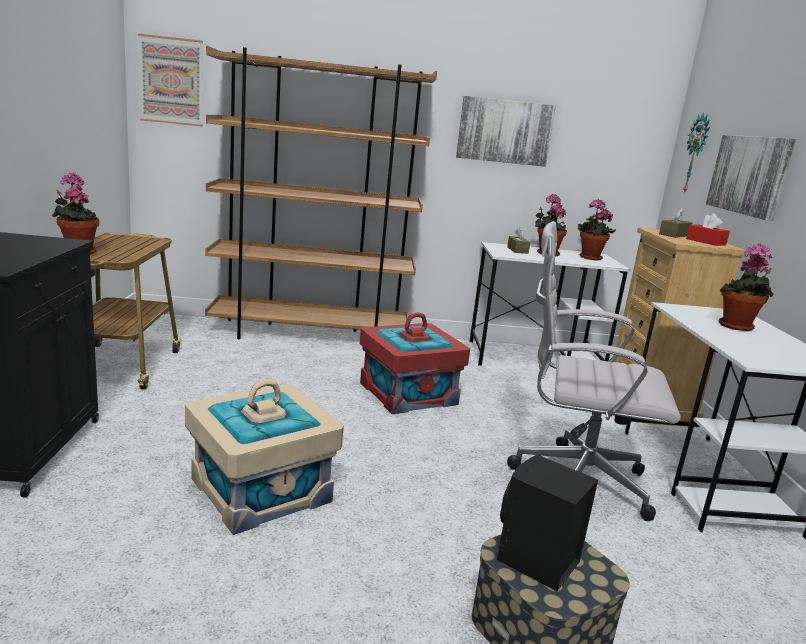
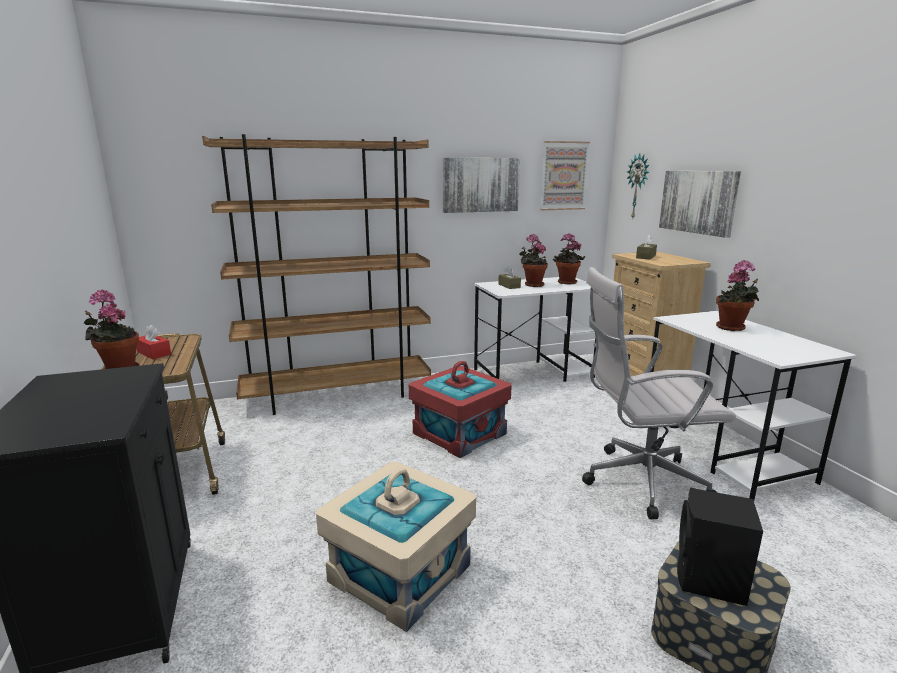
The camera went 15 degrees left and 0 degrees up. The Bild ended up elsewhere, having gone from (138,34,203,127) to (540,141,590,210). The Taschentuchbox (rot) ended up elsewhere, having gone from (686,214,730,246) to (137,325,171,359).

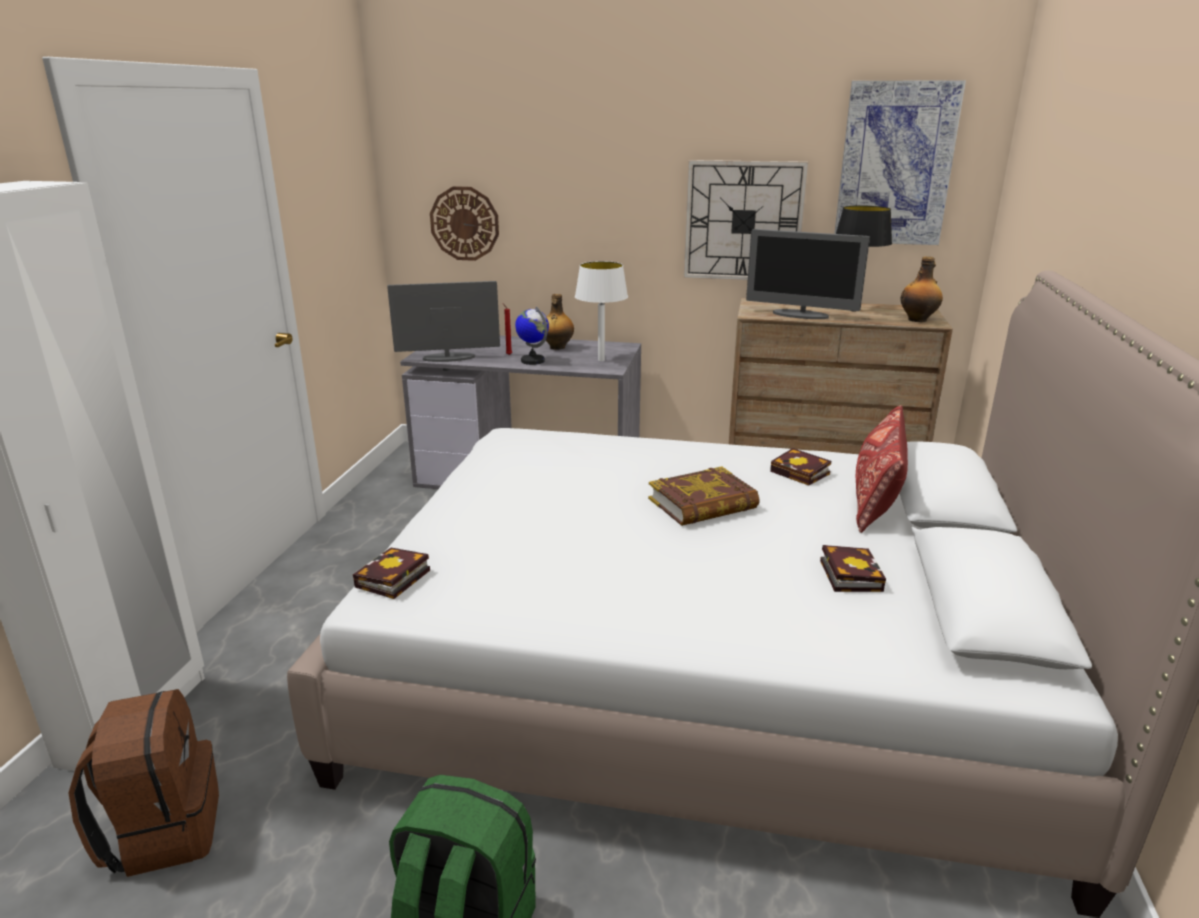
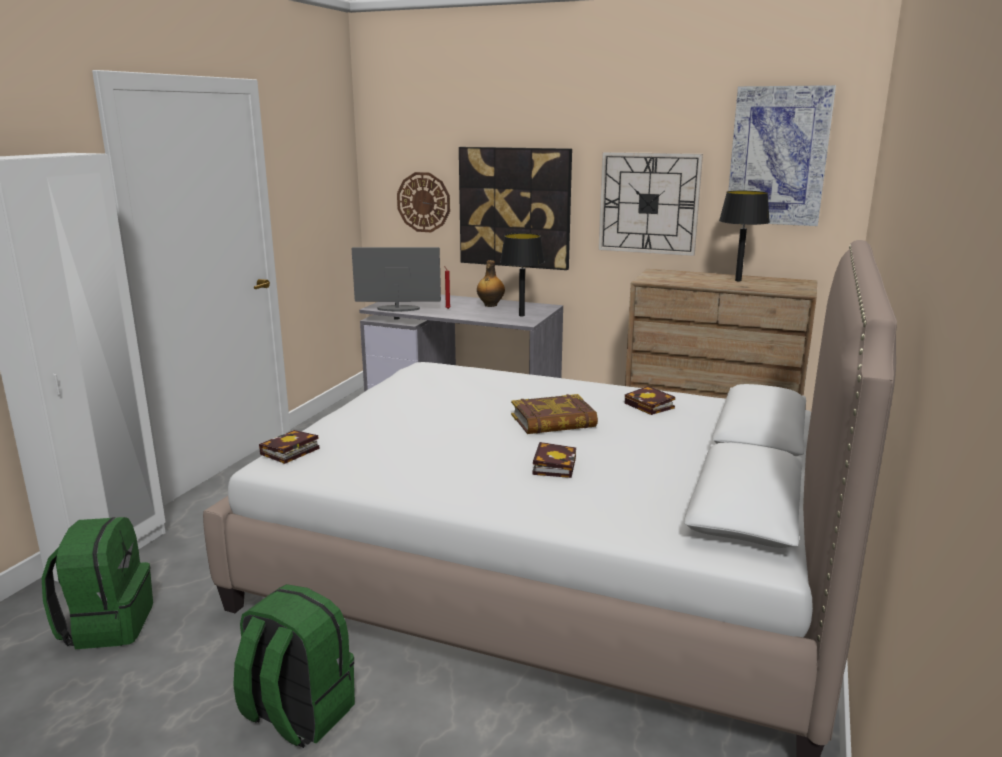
The camera went 10 degrees right and 5 degrees down. The second view lost the Monitor at (746,229,870,319). The second view lost the Flasche at (901,256,943,322). What was the Tischlampe (weiß) at (575,261,628,361) turned into the Tischlampe (schwarz) at (500,233,545,317). The second view lost the Globus at (515,306,549,365). The second view lost the Kissen (rot) at (856,405,908,533). The Buch ended up elsewhere, having gone from (820,545,886,592) to (532,442,576,478). What was the Rucksack (braun) at (69,689,219,877) turned into the Rucksack (grün) at (42,517,153,649). The second view gained the Bild at (459,147,572,270).

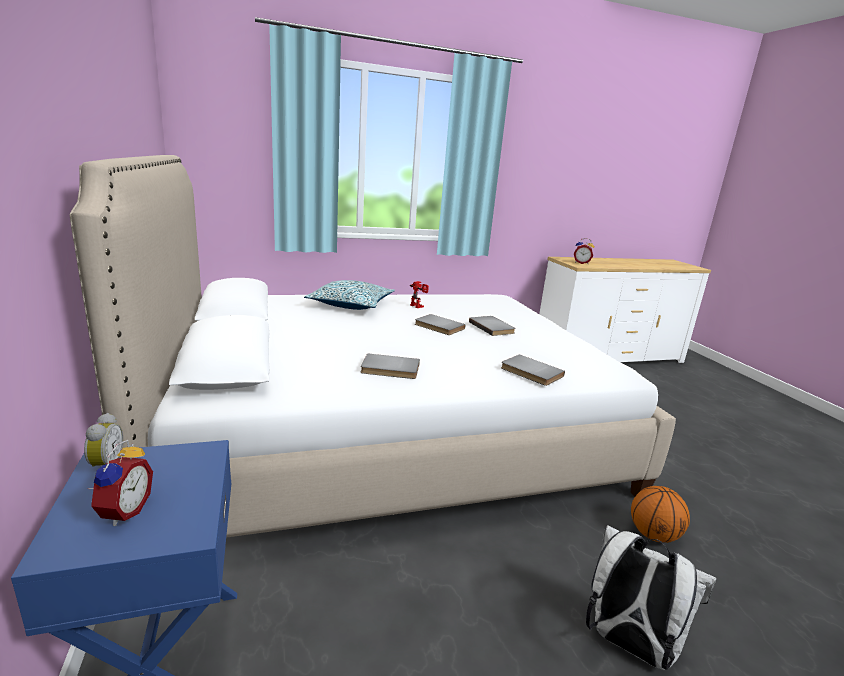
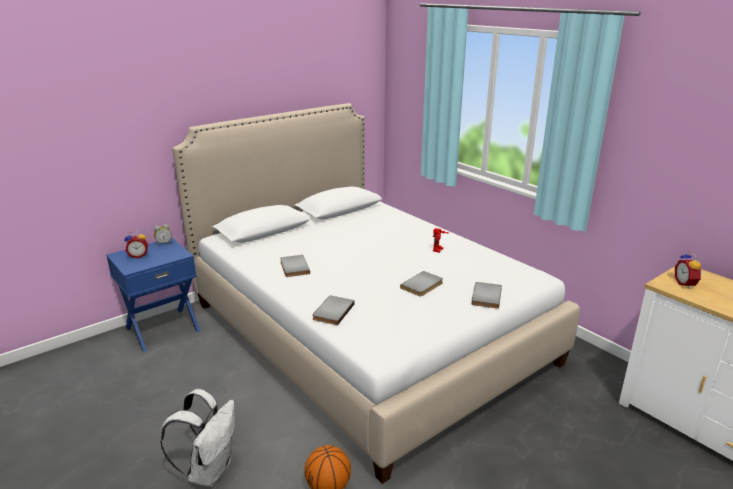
The camera went 70 degrees right and 5 degrees up. The second view lost the Kissen at (304,280,395,310). The Buch (grau) ended up elsewhere, having gone from (415,314,466,335) to (471,282,502,309).

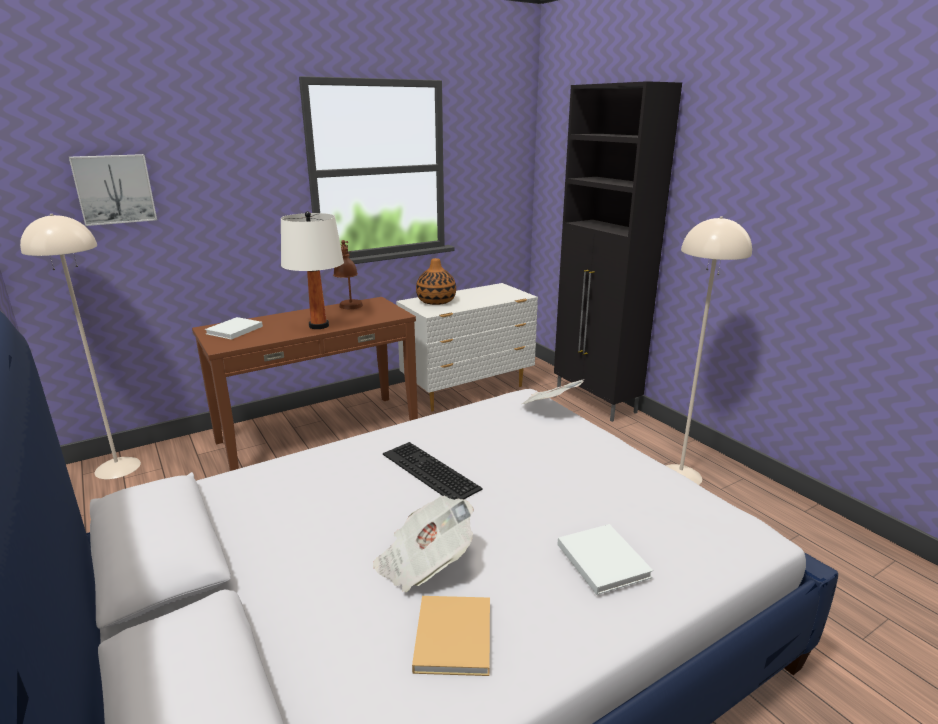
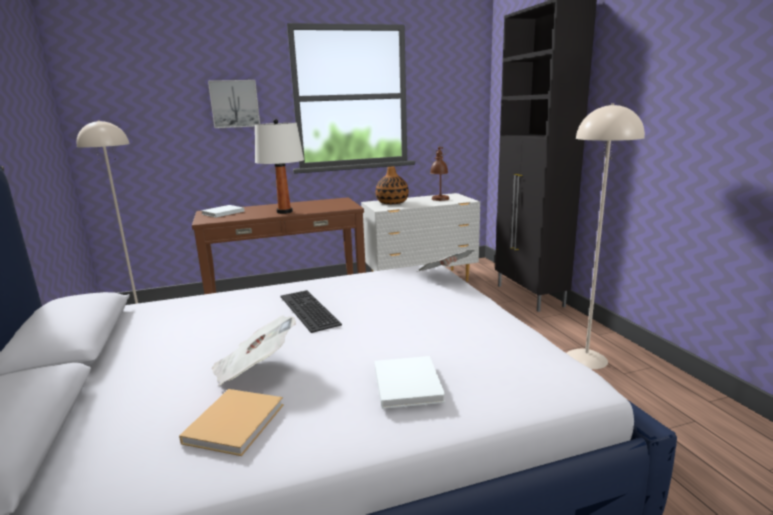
The camera went 15 degrees right and 5 degrees down. The Bild ended up elsewhere, having gone from (69,154,157,226) to (208,80,260,128). The Tischlampe (braun) ended up elsewhere, having gone from (333,240,363,309) to (430,146,449,201).

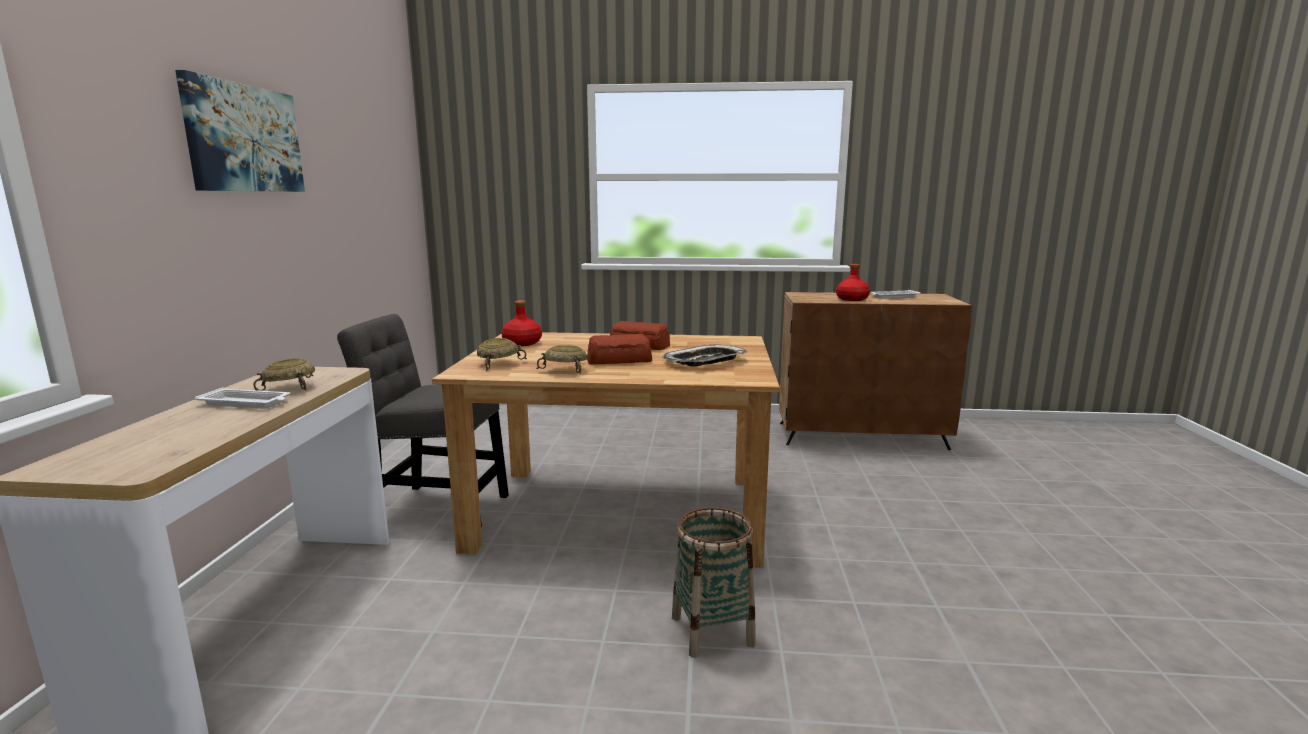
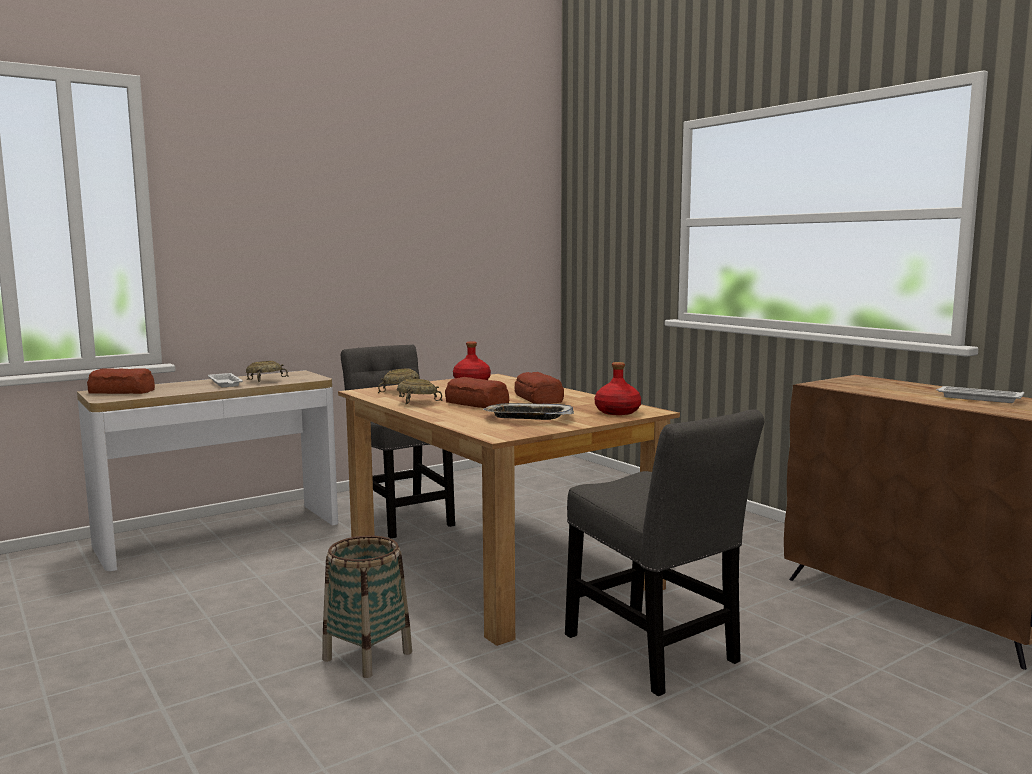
The camera went 50 degrees right and 5 degrees down. The second view lost the Bild at (175,70,305,192). The Flasche (rot) ended up elsewhere, having gone from (836,264,870,301) to (595,362,641,415). The second view gained the Brot at (87,368,155,394). The second view gained the Stuhl (grau) at (565,409,764,696).

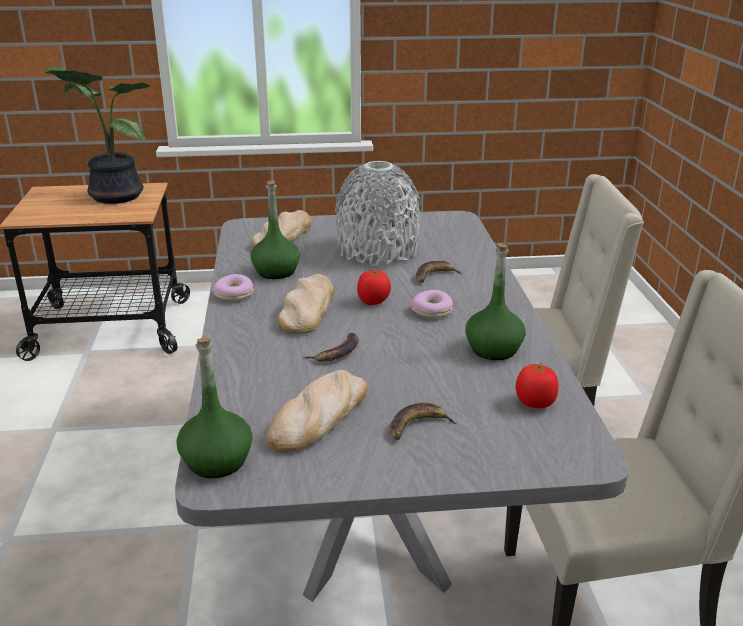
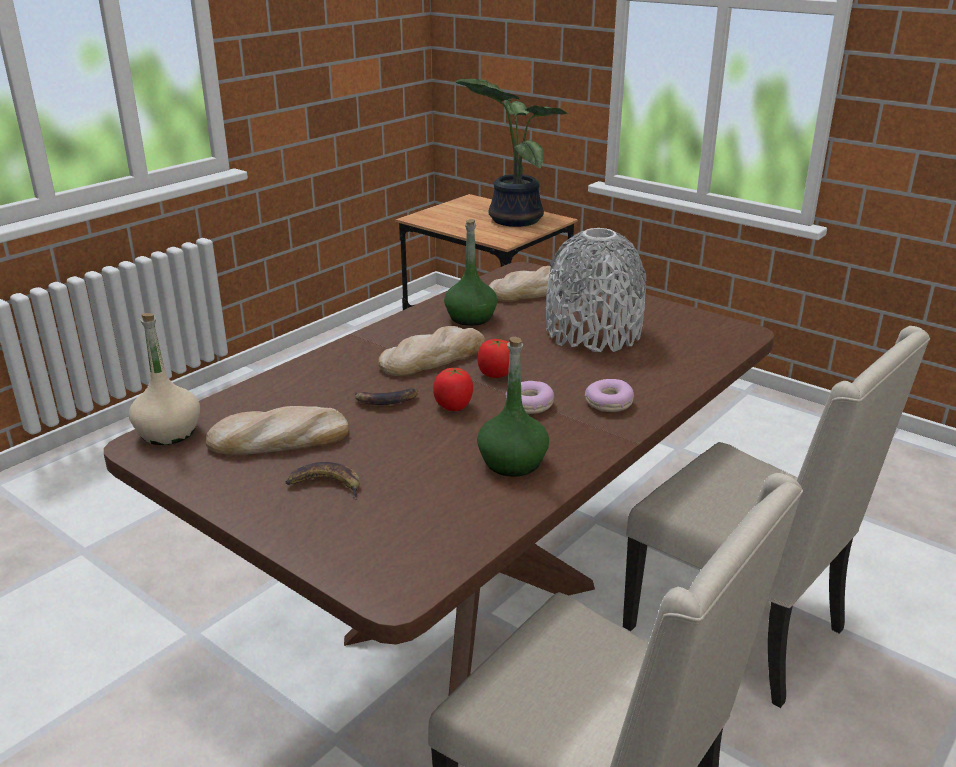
The camera went 45 degrees right and 0 degrees up. What was the Esstisch (grau) at (175,211,629,602) turned into the Esstisch (braun) at (104,262,774,697). The second view lost the Banane at (416,261,462,283). The Donut ended up elsewhere, having gone from (213,274,254,301) to (585,379,634,412). What was the Flasche (grün) at (176,338,252,478) turned into the Flasche (beige) at (129,313,200,445). The Tomate ended up elsewhere, having gone from (516,363,558,408) to (433,367,473,411).

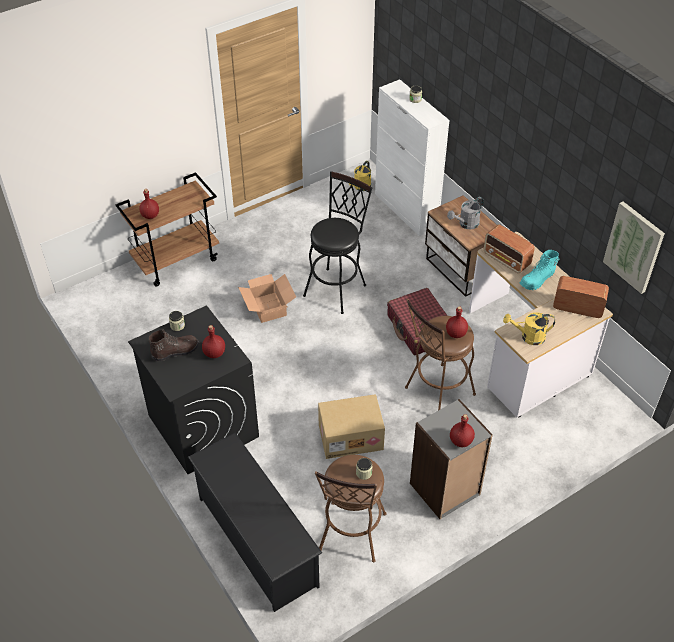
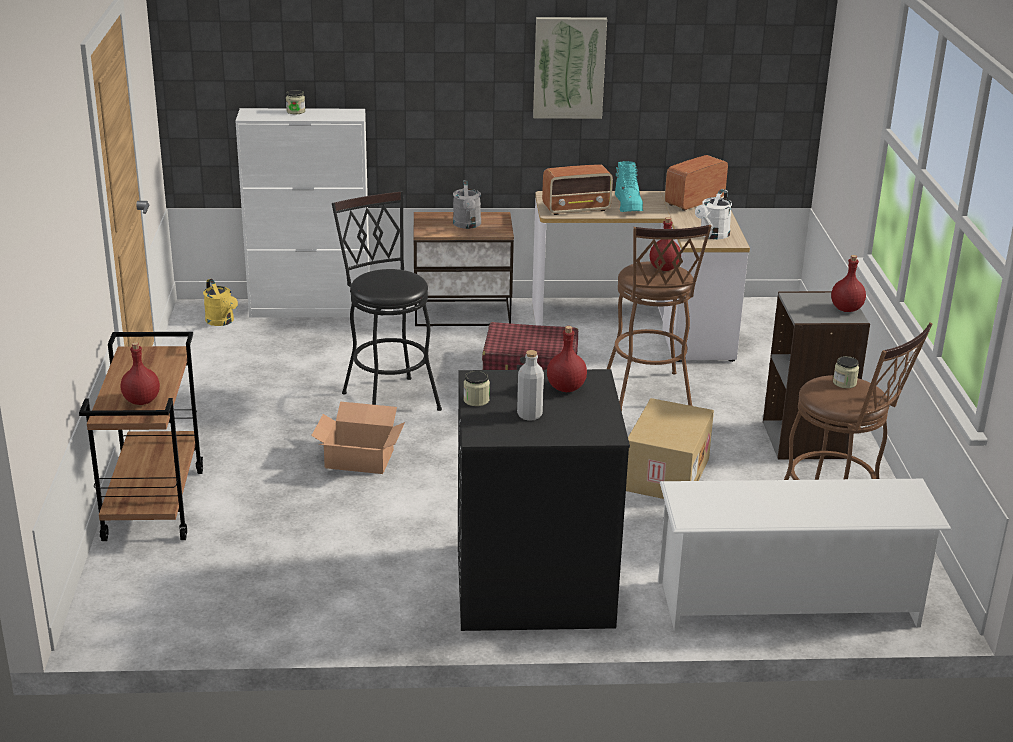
The camera went 60 degrees left and 20 degrees down. The Bild ended up elsewhere, having gone from (603,202,665,294) to (533,17,607,119). What was the Gießkanne (gelb) at (503,312,555,345) turned into the Gießkanne (weiß) at (695,189,732,239). Where the Stiefel (braun) stood at (148,329,199,361), the Flasche (grau) came to stand at (517,350,544,421). What was the Schuhregal (schwarz) at (188,433,322,612) turned into the Schuhregal (weiß) at (658,479,951,631).

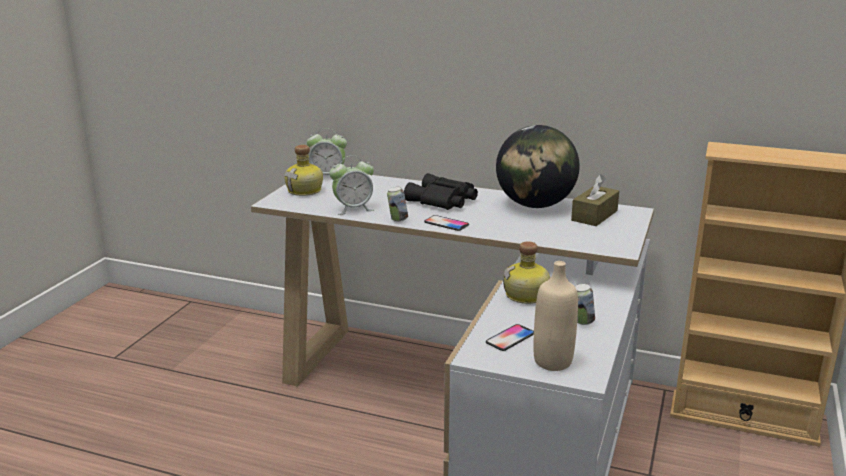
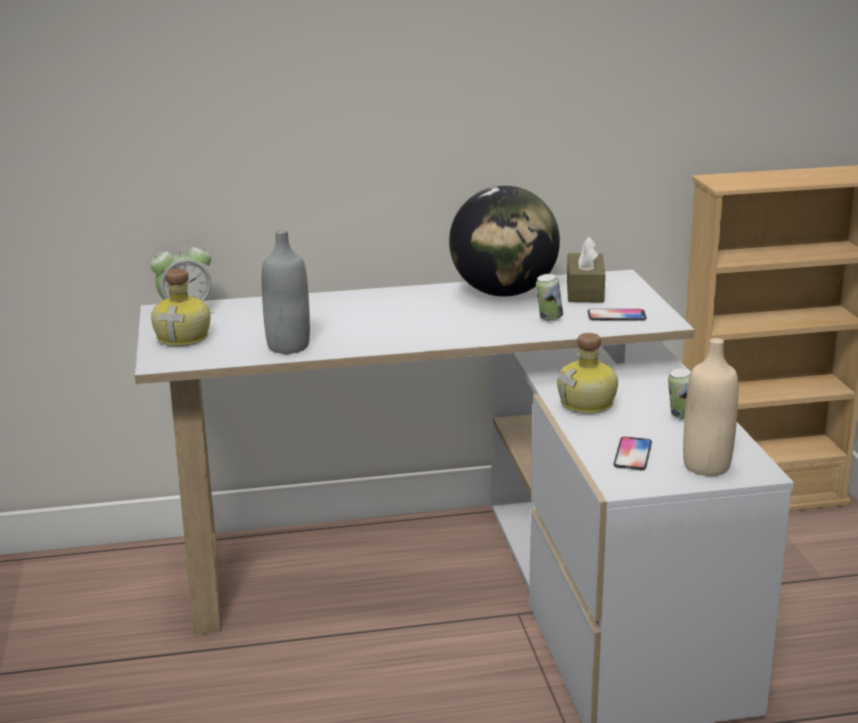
The camera went 30 degrees left and 0 degrees up. Where the Wecker stood at (330,156,374,215), the Flasche (grau) came to stand at (262,230,310,354). The second view lost the Fernglas (schwarz) at (404,173,478,210). The Dose ended up elsewhere, having gone from (387,187,408,222) to (536,274,563,321). The Handy ended up elsewhere, having gone from (424,215,469,231) to (588,309,647,321).

